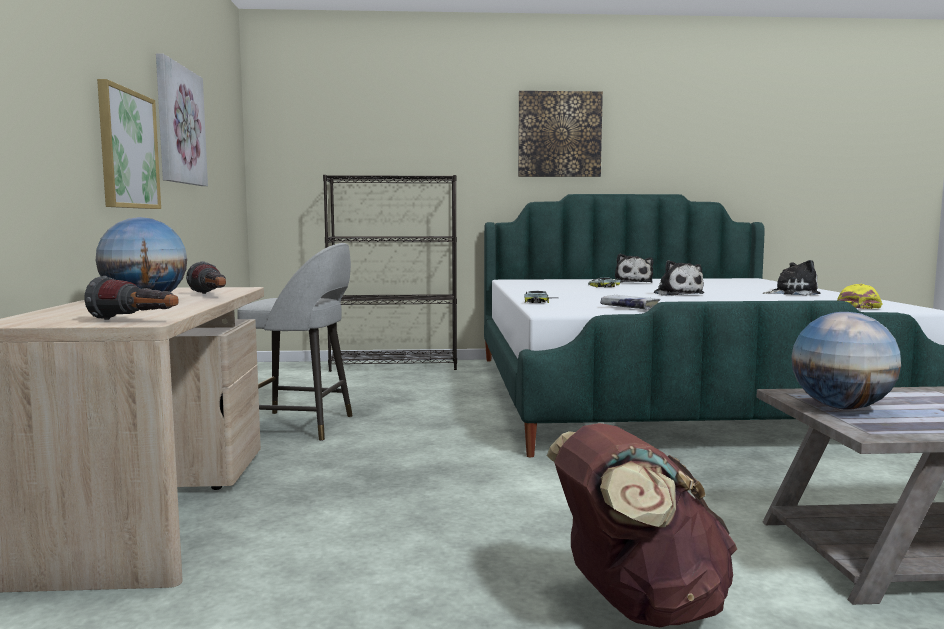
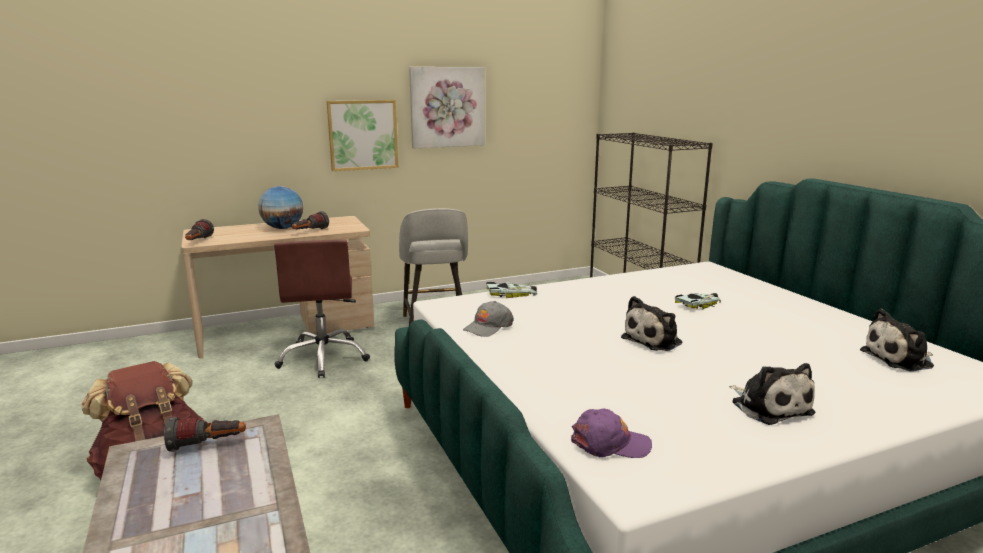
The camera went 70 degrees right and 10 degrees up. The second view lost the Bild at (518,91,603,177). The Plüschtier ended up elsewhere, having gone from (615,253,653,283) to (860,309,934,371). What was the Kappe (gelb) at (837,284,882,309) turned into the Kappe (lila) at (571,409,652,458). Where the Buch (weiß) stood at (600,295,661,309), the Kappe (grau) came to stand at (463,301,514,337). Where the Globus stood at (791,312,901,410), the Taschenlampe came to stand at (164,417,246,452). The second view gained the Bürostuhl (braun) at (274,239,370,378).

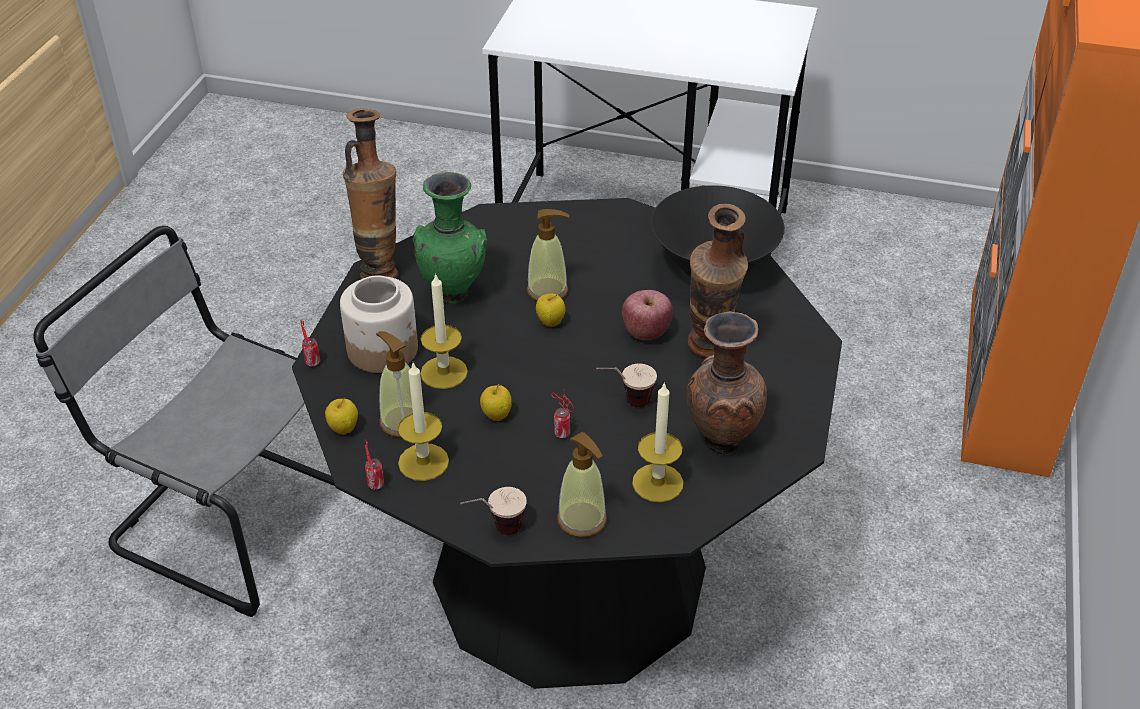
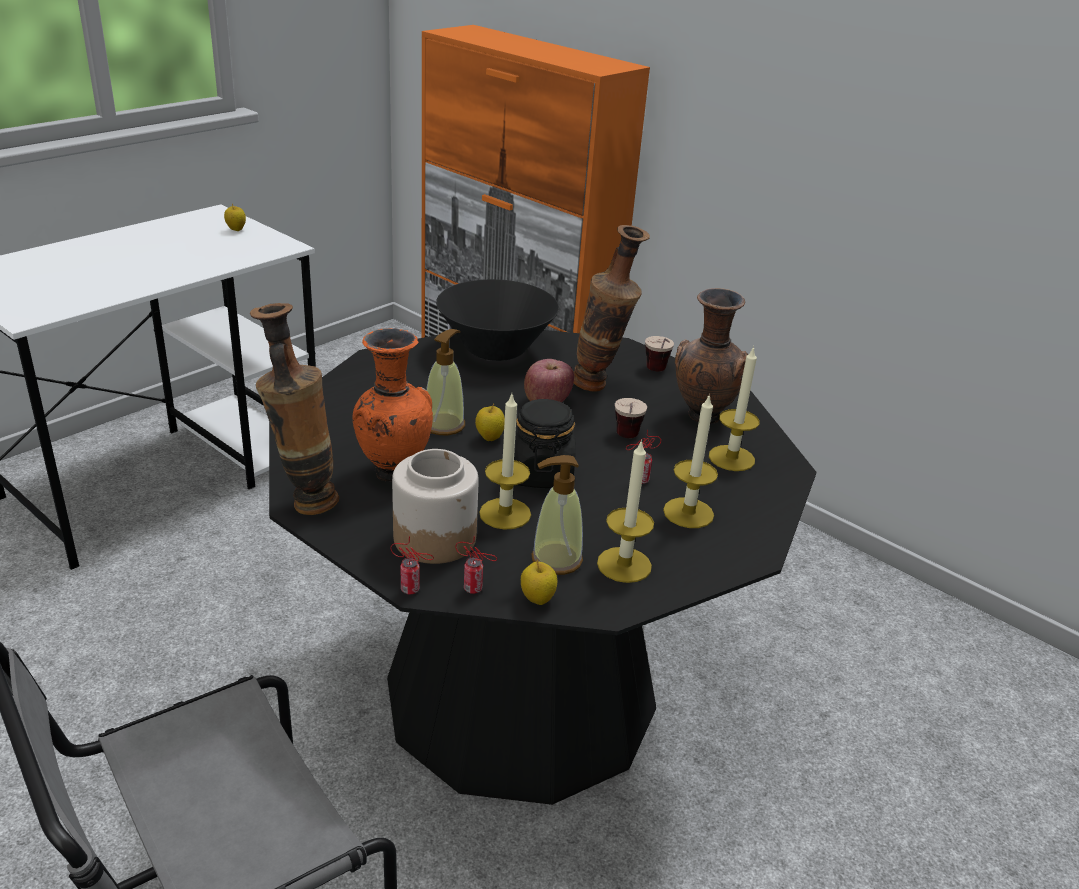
The camera went 65 degrees left and 10 degrees down. What was the Vase (grün) at (413,172,487,305) turned into the Vase (orange) at (353,328,433,482). The Apfel ended up elsewhere, having gone from (480,384,512,421) to (224,204,246,231). The second view lost the Seifenspender at (557,432,607,538). The Dose ended up elsewhere, having gone from (365,439,384,490) to (456,536,497,594). The Tasse ended up elsewhere, having gone from (460,487,527,535) to (645,336,674,371). The second view gained the Kerze at (663,394,718,528). The second view gained the Vorratsglas (schwarz) at (514,399,576,488).

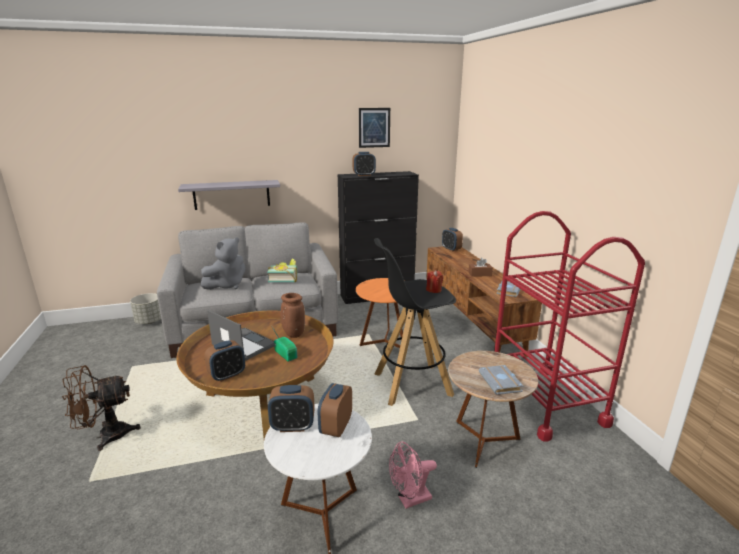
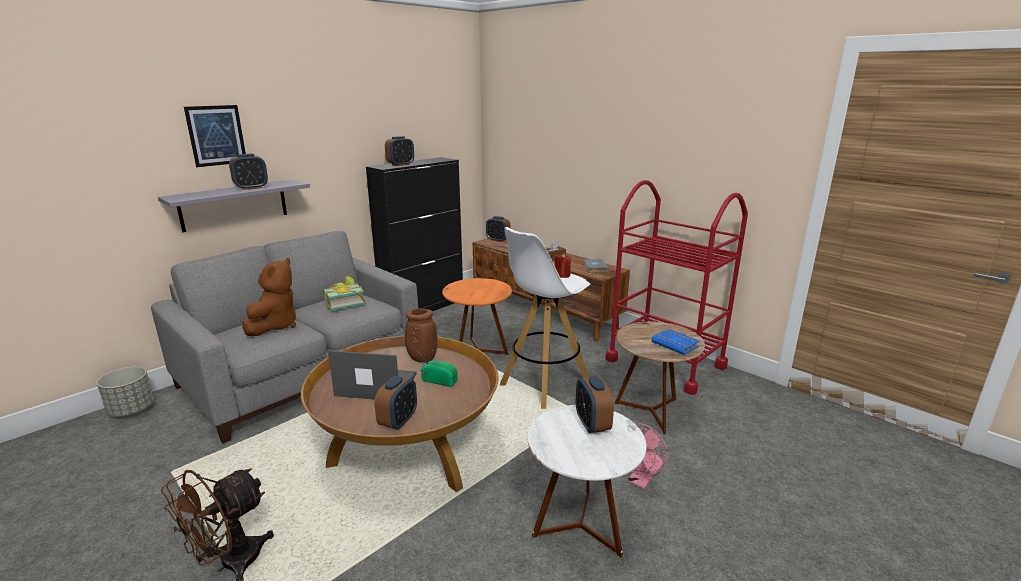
The camera went 30 degrees left and 0 degrees up. The Bild ended up elsewhere, having gone from (359,108,390,148) to (184,105,246,167). What was the Plüschtier (grau) at (201,238,246,290) turned into the Plüschtier (braun) at (242,258,297,336). What was the Hocker (schwarz) at (374,238,456,406) turned into the Hocker (weiß) at (500,227,591,409). What was the Buch (grau) at (479,365,523,395) turned into the Buch (blau) at (652,329,700,355). The Wecker ended up elsewhere, having gone from (268,385,315,432) to (229,154,268,190).

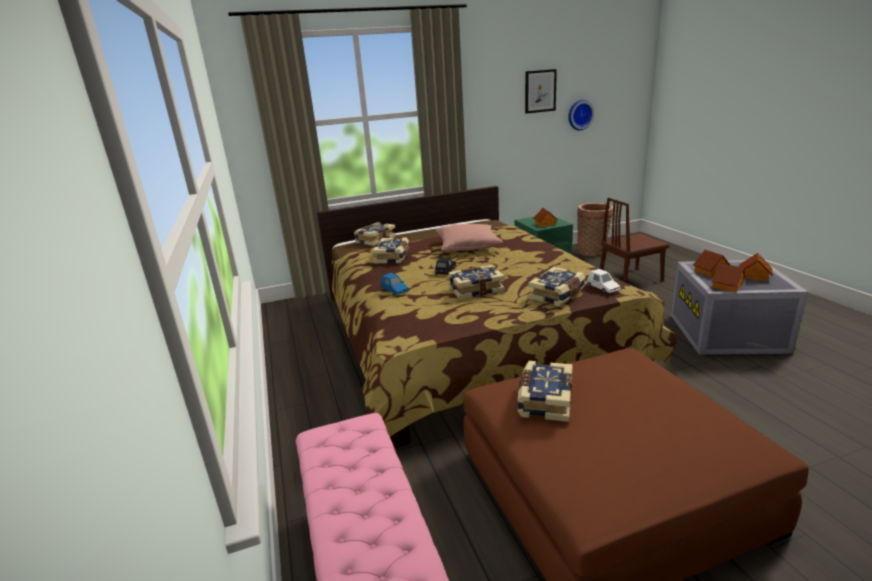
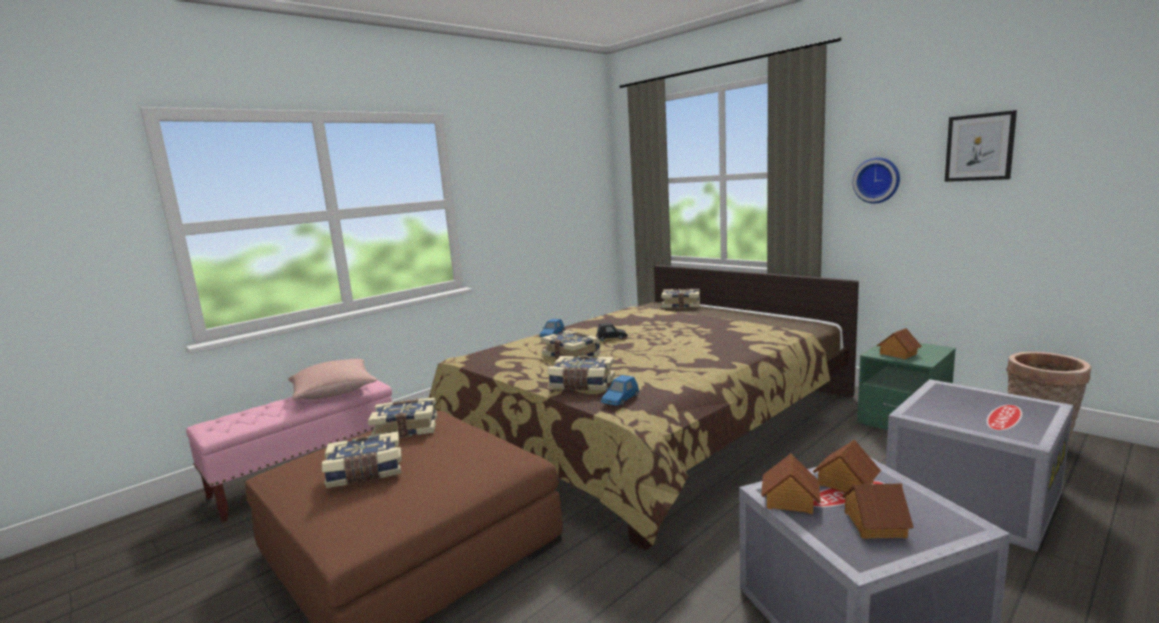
The camera went 65 degrees right and 10 degrees down. The Wanduhr ended up elsewhere, having gone from (568,100,594,131) to (853,157,900,204). Where the Stuhl (braun) stood at (600,198,670,283), the Aufbewahrungsbox (grau) came to stand at (886,379,1073,552). The Kissen (rosa) ended up elsewhere, having gone from (436,224,503,251) to (288,359,377,400). The Buch ended up elsewhere, having gone from (372,237,409,264) to (322,431,402,488). What was the Spielzeugauto (weiß) at (587,269,621,293) turned into the Spielzeugauto (blau) at (601,375,639,406).

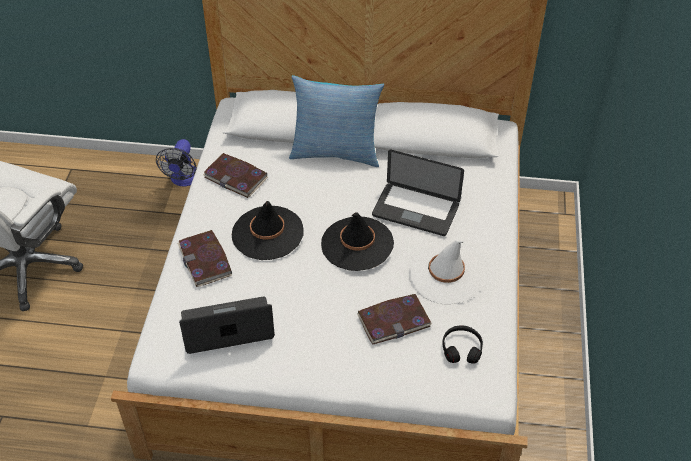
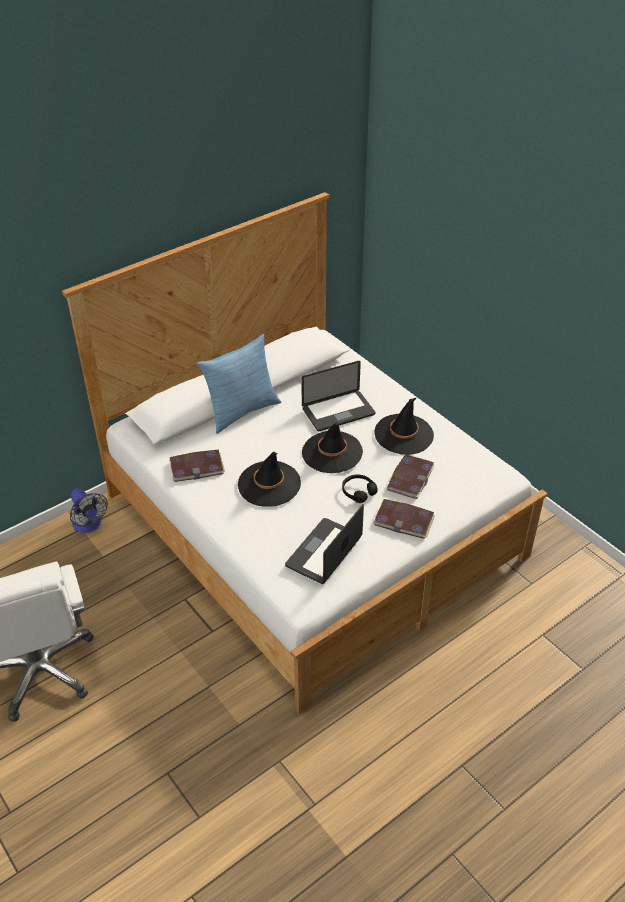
The camera went 45 degrees left and 5 degrees down. The Buch ended up elsewhere, having gone from (177,230,232,287) to (374,499,434,539). What was the Hut (weiß) at (409,239,484,304) turned into the Hut (schwarz) at (374,398,434,455). The Kopfhörer (schwarz) ended up elsewhere, having gone from (442,326,483,364) to (342,474,378,503).

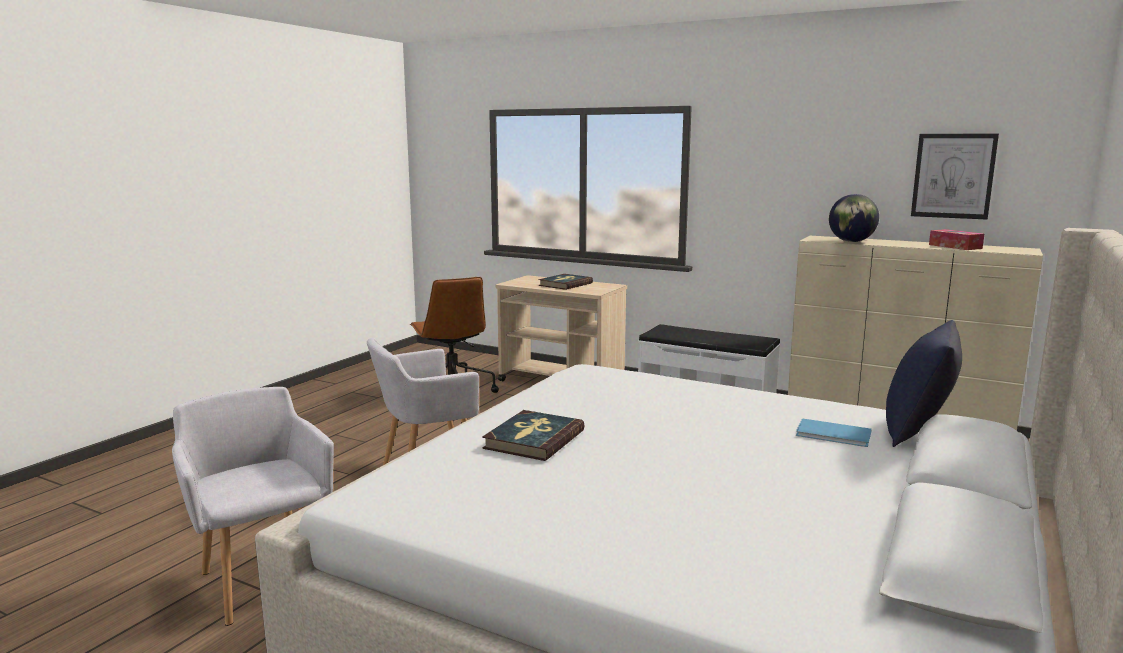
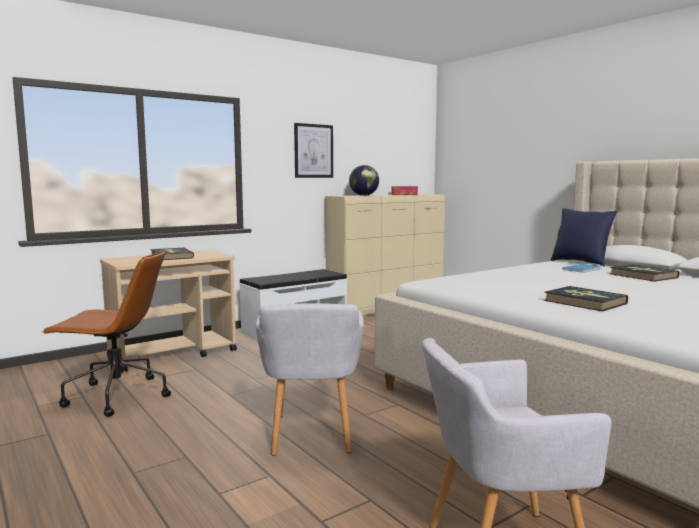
The camera went 65 degrees left and 5 degrees down. The Bild ended up elsewhere, having gone from (911,134,999,220) to (294,123,333,178). The second view gained the Buch at (609,264,680,282).

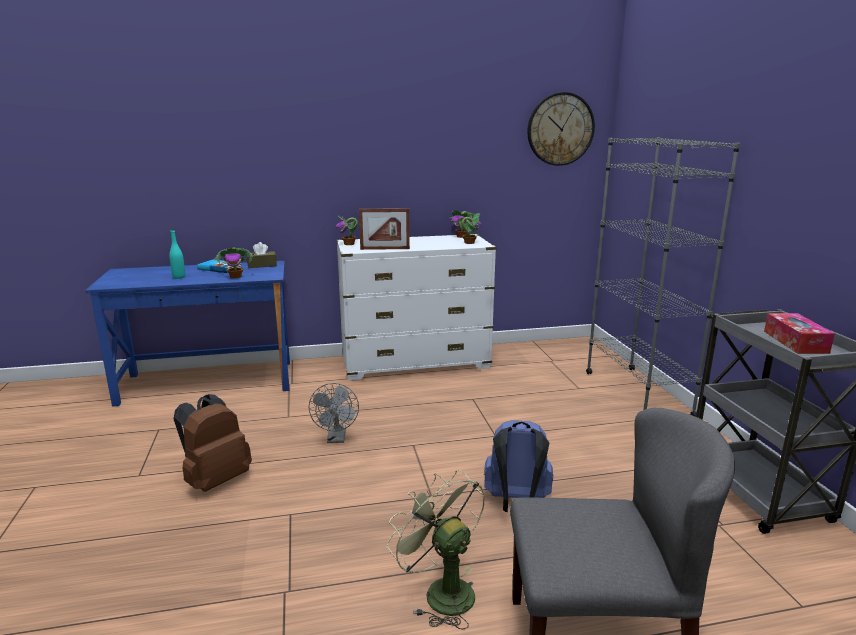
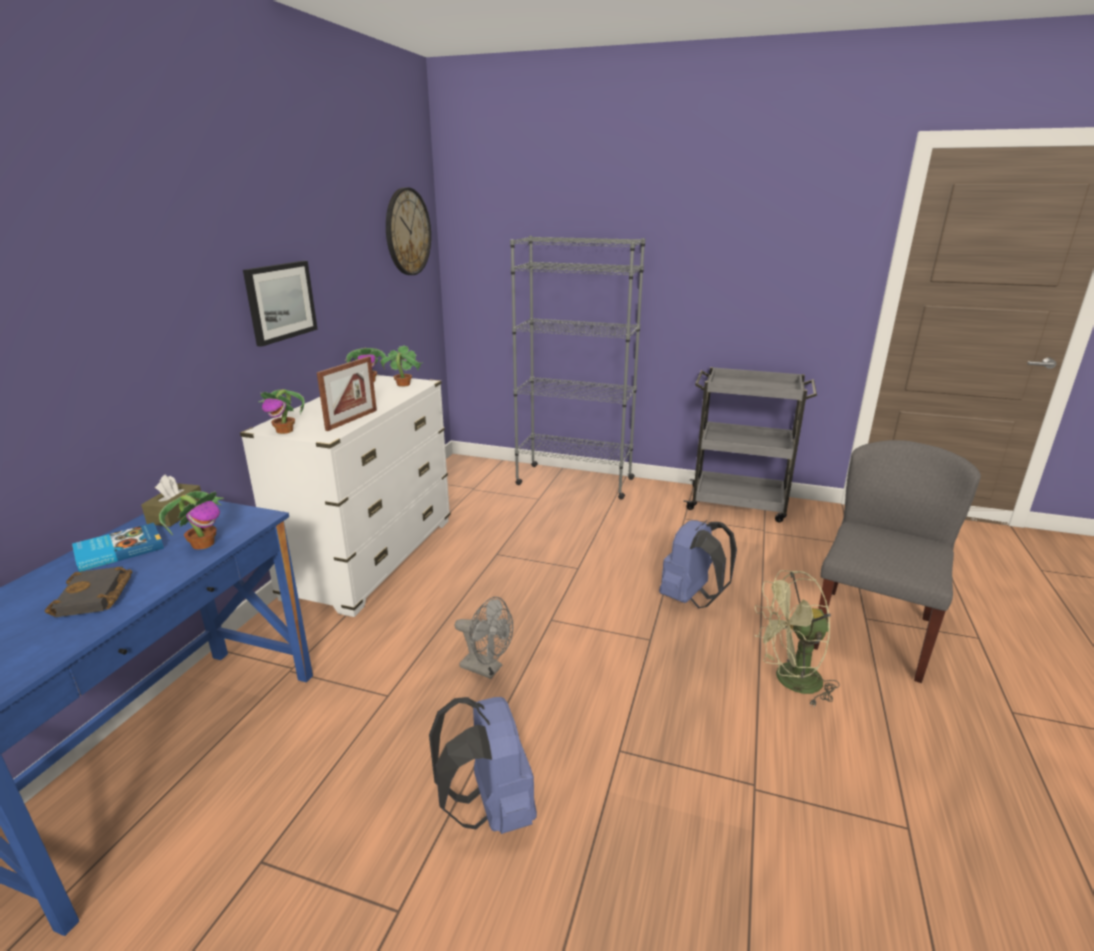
The camera went 60 degrees left and 5 degrees up. Where the Flasche (türkis) stood at (169,229,185,279), the Buch (schwarz) came to stand at (45,567,132,617). The second view lost the Taschentuchbox at (764,313,835,354). What was the Rucksack (braun) at (174,394,252,492) turned into the Rucksack (blau) at (429,697,537,834). The second view gained the Bild at (243,261,318,347).

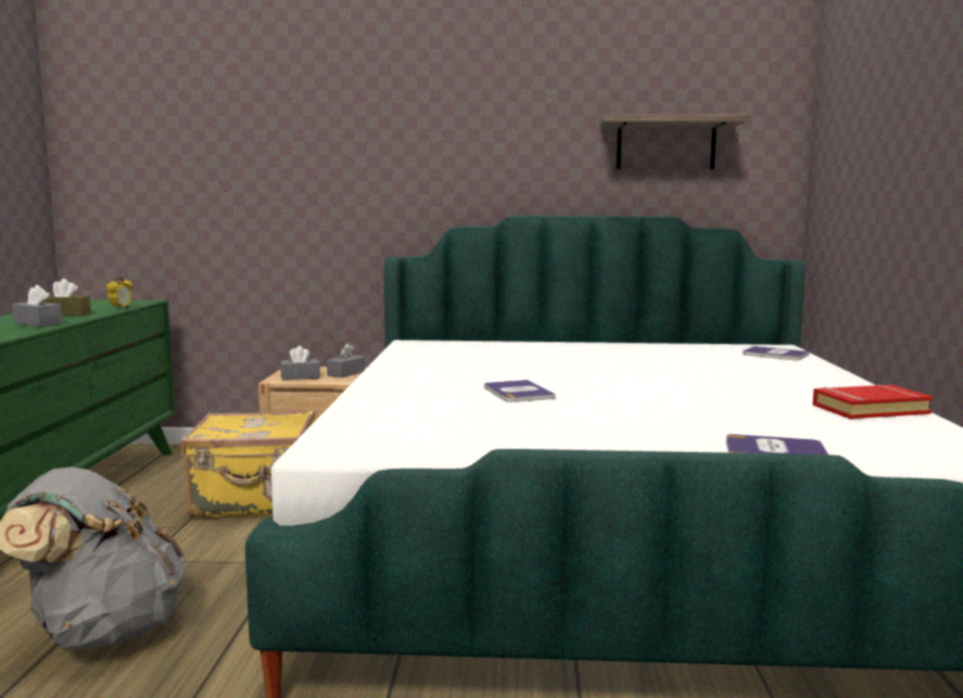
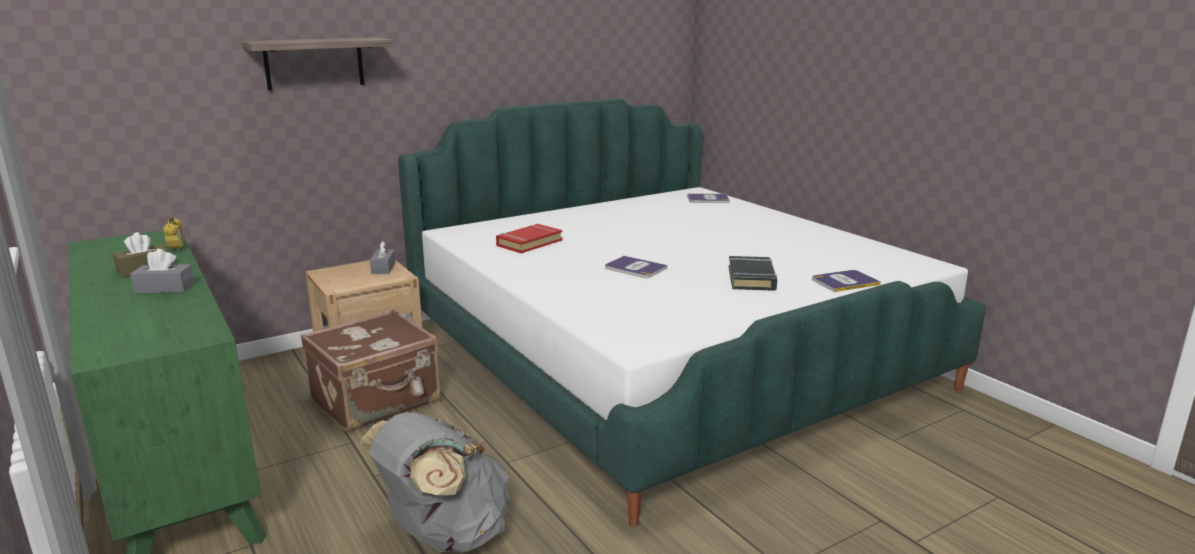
The camera went 35 degrees left and 10 degrees up. The Wandregal ended up elsewhere, having gone from (600,114,749,169) to (242,37,392,91). The second view lost the Taschentuchbox (grau) at (280,346,320,380). The Buch (rot) ended up elsewhere, having gone from (813,384,933,419) to (496,224,562,253). What was the Koffer (gelb) at (181,410,316,518) turned into the Koffer (braun) at (301,309,441,432). The second view gained the Buch (schwarz) at (729,256,777,291).

